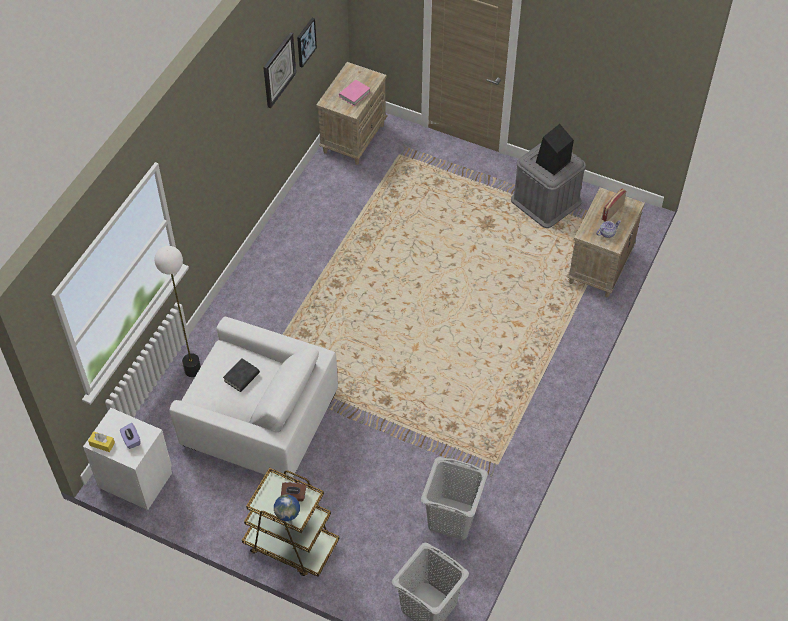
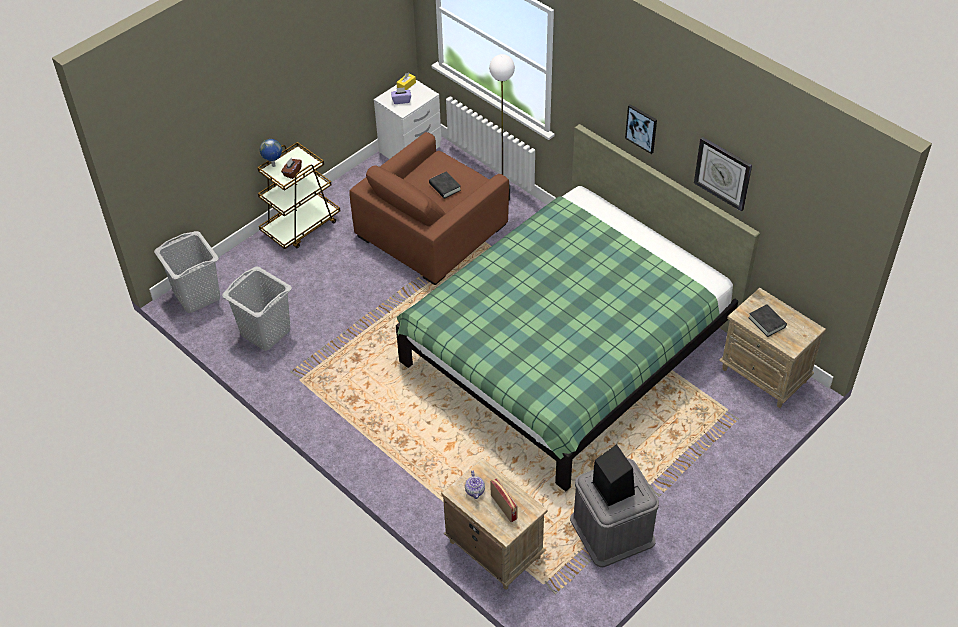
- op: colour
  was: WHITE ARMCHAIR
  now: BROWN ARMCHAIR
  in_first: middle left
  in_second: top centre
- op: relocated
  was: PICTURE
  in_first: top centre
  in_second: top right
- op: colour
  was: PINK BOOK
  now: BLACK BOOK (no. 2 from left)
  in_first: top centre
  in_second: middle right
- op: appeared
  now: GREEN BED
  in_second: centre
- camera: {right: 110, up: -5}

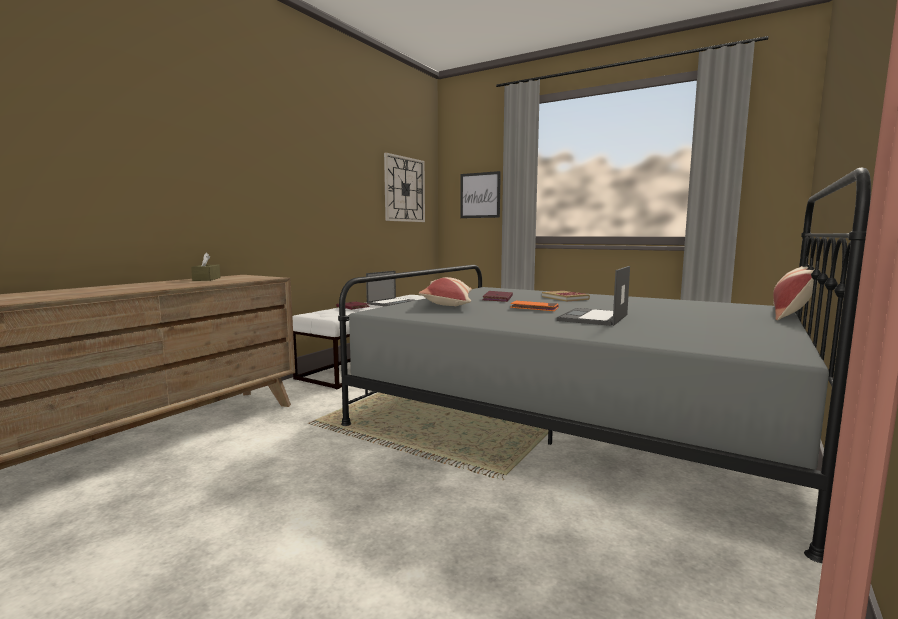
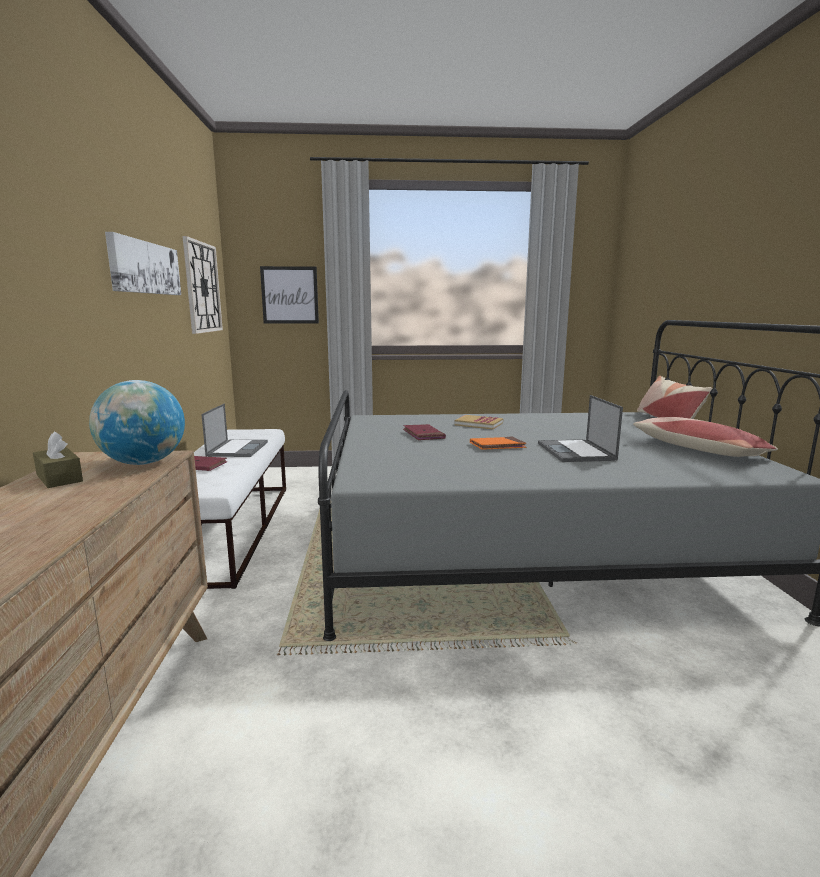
- op: relocated
  was: PILLOW (no. 1 from left in the first image)
  now: PILLOW (no. 2 from left)
  in_first: centre
  in_second: middle right
- op: appeared
  now: GLOBE
  in_second: middle left
- op: appeared
  now: PICTURE (no. 1 from left)
  in_second: top left
- camera: {right: -35, up: 5}

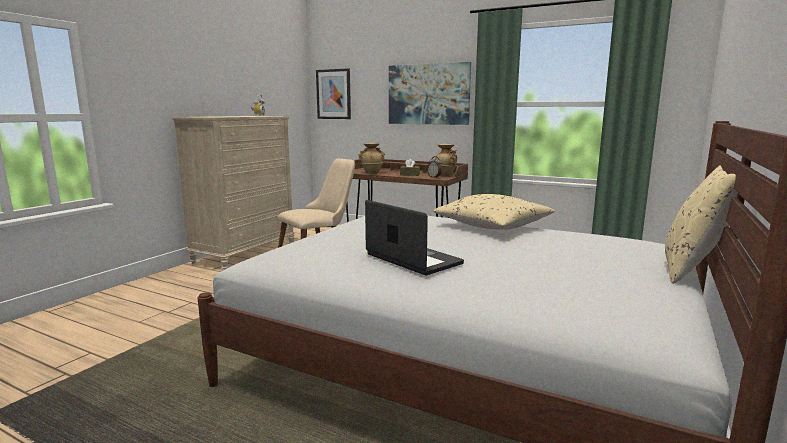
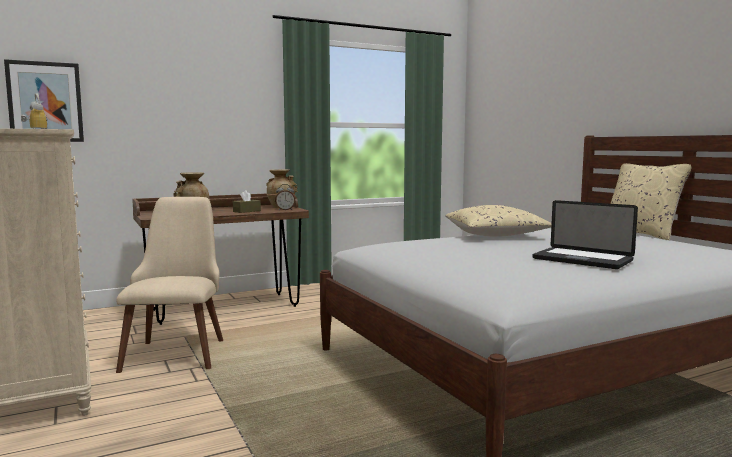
- op: spun
  was: LAPTOP
  in_first: centre
  in_second: middle right
  clockwise: -135
- op: missing
  was: PICTURE (no. 2 from left)
  in_first: top centre
- camera: {right: -55, up: -5}

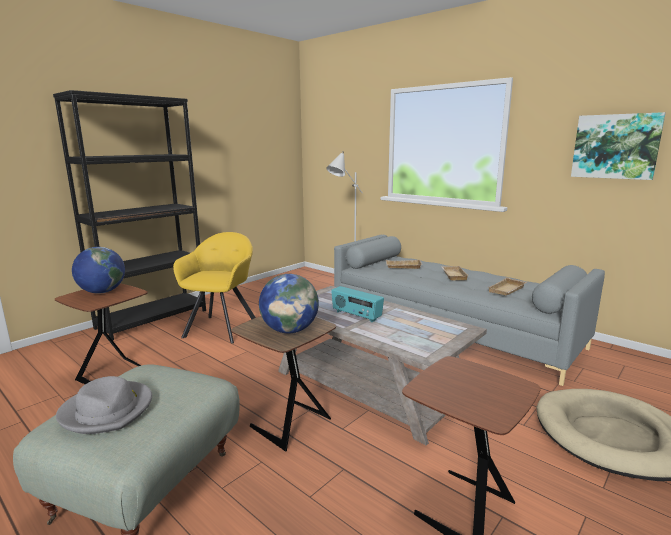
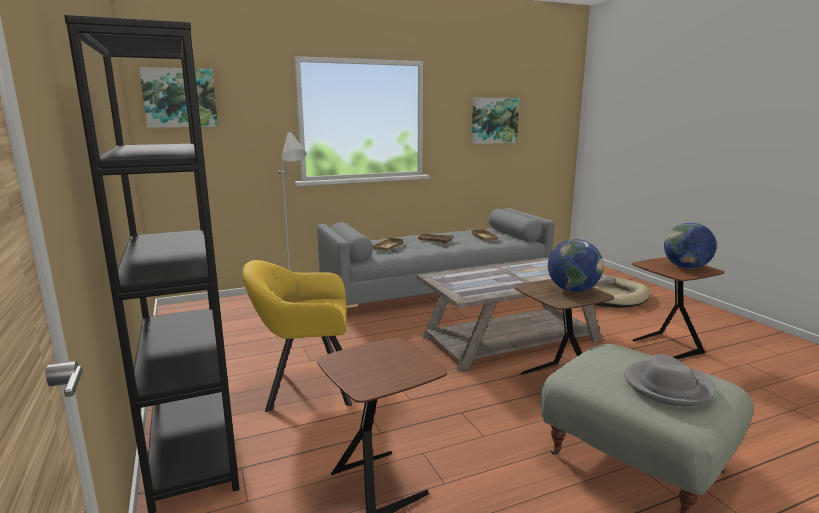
- op: relocated
  was: GLOBE (no. 1 from left in the first image)
  now: GLOBE (no. 2 from left)
  in_first: middle left
  in_second: middle right
- op: spun
  was: YELLOW ARMCHAIR
  in_first: middle left
  in_second: centre
  clockwise: -45
- op: missing
  was: RADIO
  in_first: centre
- op: appeared
  now: PICTURE (no. 1 from left)
  in_second: top left
- camera: {right: -65, up: 0}

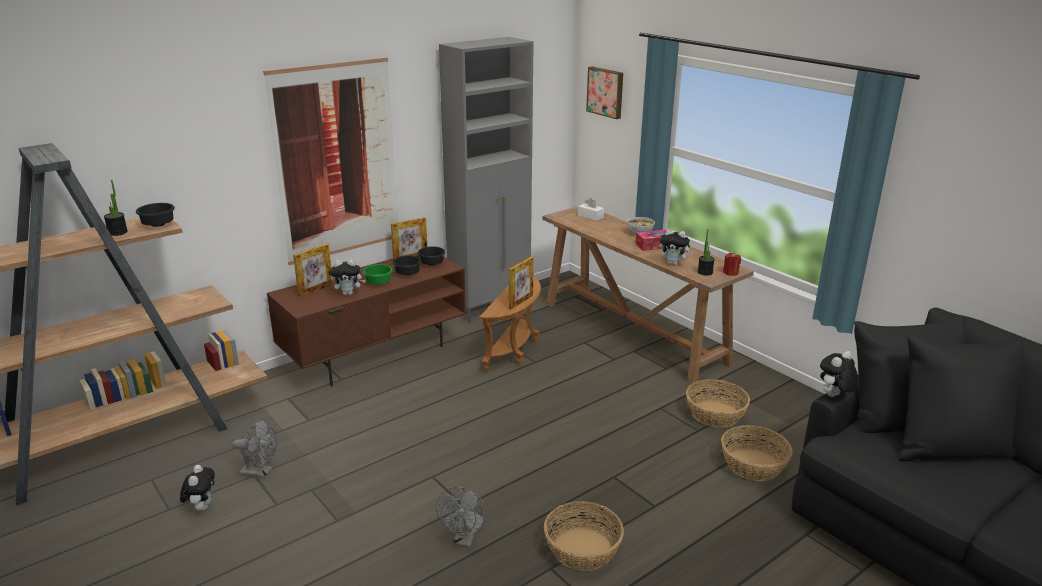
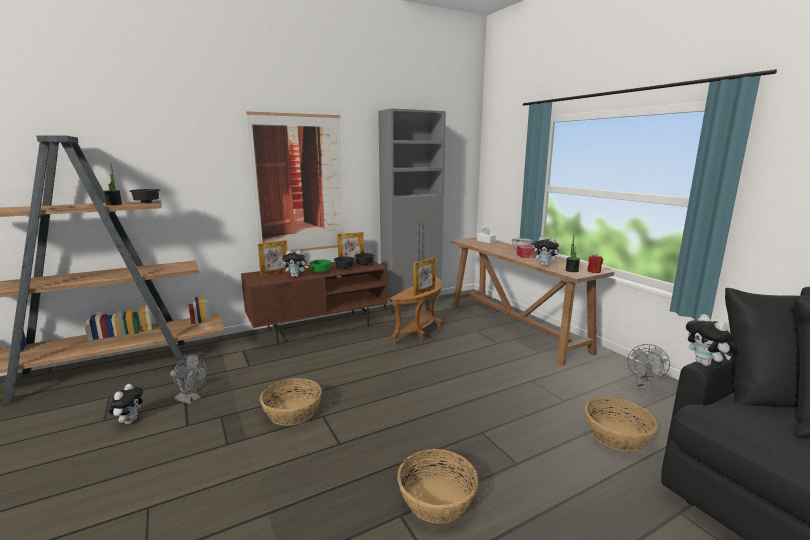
- op: relocated
  was: GREY FAN (no. 2 from left)
  in_first: bottom centre
  in_second: bottom right
- op: missing
  was: PICTURE (no. 2 from left)
  in_first: top centre
- op: relocated
  was: BASKET (no. 2 from left in the first image)
  now: BASKET (no. 1 from left)
  in_first: bottom right
  in_second: bottom centre
- op: spun
  was: PLUSH TOY (no. 4 from left)
  in_first: middle right
  in_second: middle right
  clockwise: -75
- camera: {right: 10, up: -10}

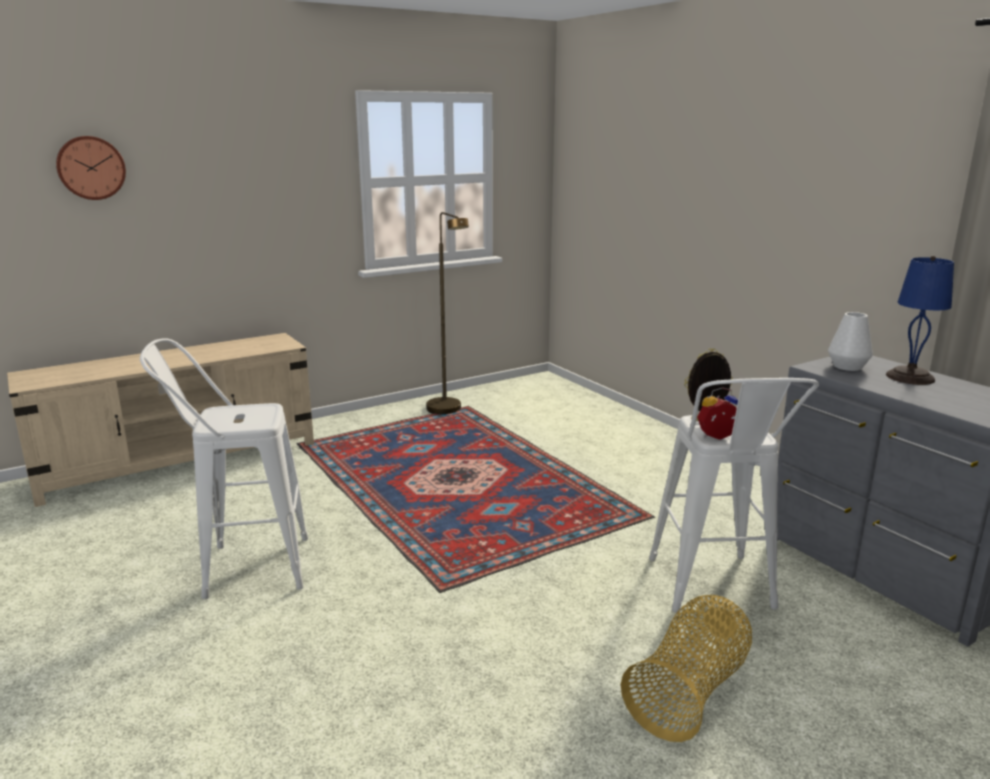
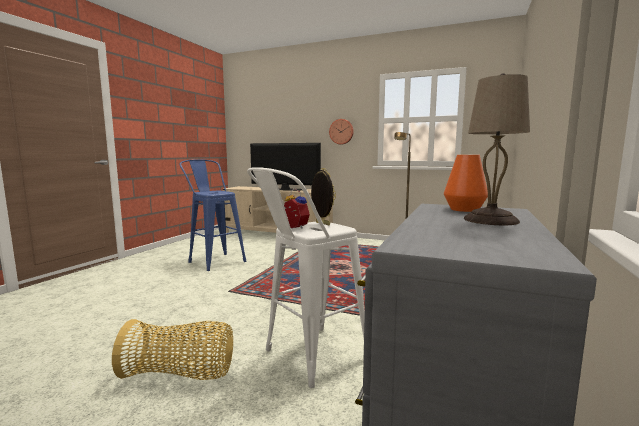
- op: relocated
  was: WALL CLOCK
  in_first: top left
  in_second: top centre
- op: colour
  was: WHITE STOOL (no. 1 from left)
  now: BLUE STOOL
  in_first: middle left
  in_second: middle left
- op: colour
  was: WHITE VASE
  now: ORANGE VASE
  in_first: middle right
  in_second: middle right
- op: colour
  was: BLUE TABLE LAMP
  now: BEIGE TABLE LAMP
  in_first: middle right
  in_second: middle right
- op: appeared
  now: TELEVISION
  in_second: centre
- camera: {right: 55, up: -10}

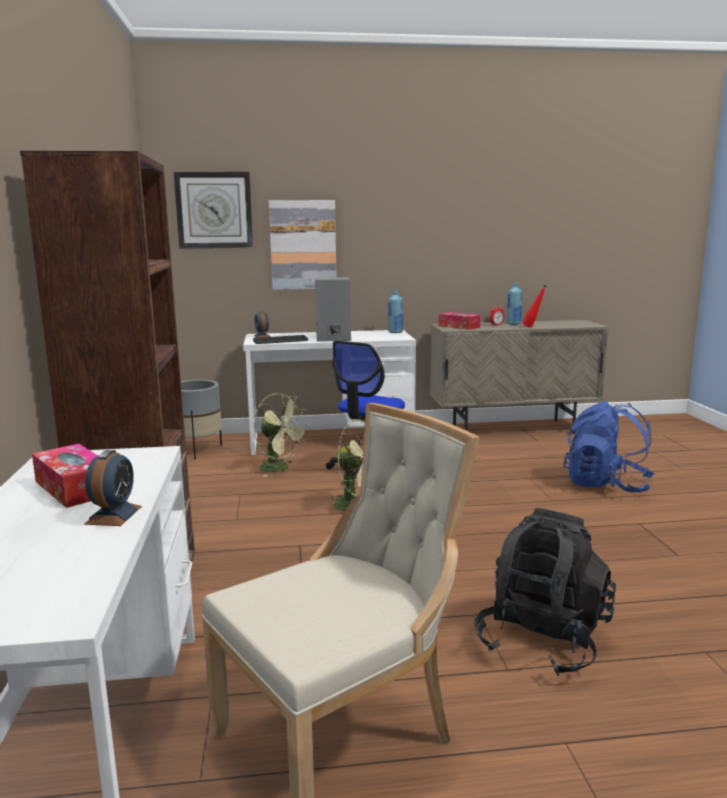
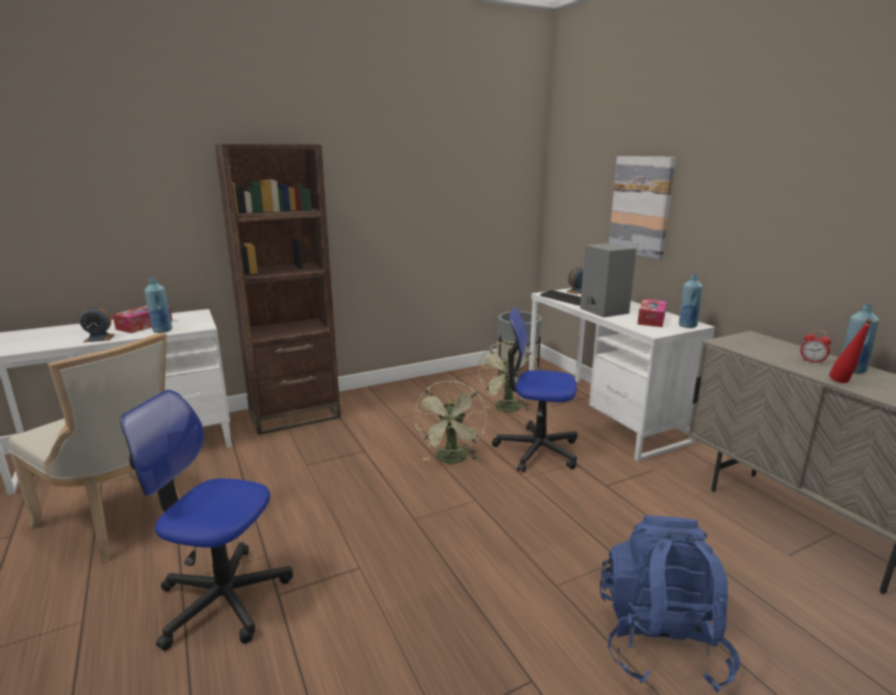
- op: missing
  was: WALL CLOCK
  in_first: top left
- op: relocated
  was: TISSUE BOX (no. 2 from left)
  in_first: centre
  in_second: middle right
- op: exchanged
  was: BLACK BACKPACK
  now: OFFICE CHAIR (no. 1 from left)
  in_first: bottom right
  in_second: bottom left
- op: appeared
  now: BLUE BOTTLE (no. 1 from left)
  in_second: middle left
- camera: {right: 70, up: 5}

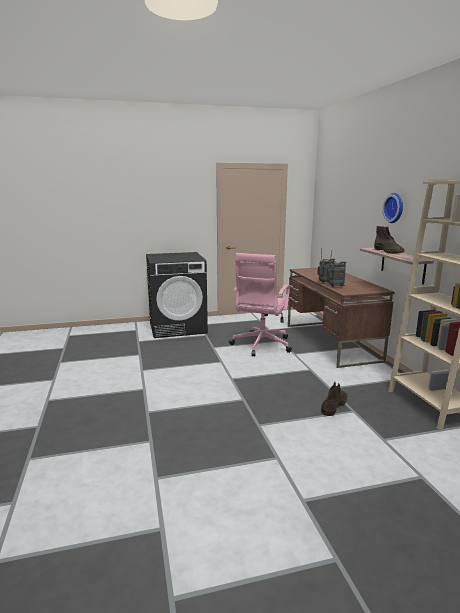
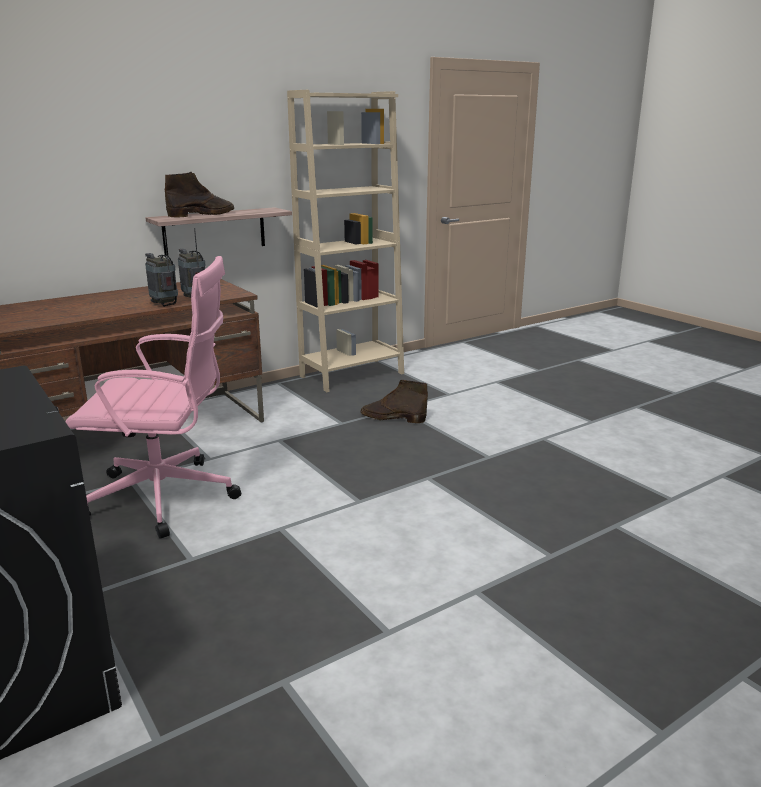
- op: missing
  was: WALL CLOCK
  in_first: middle right
- camera: {right: -110, up: 5}

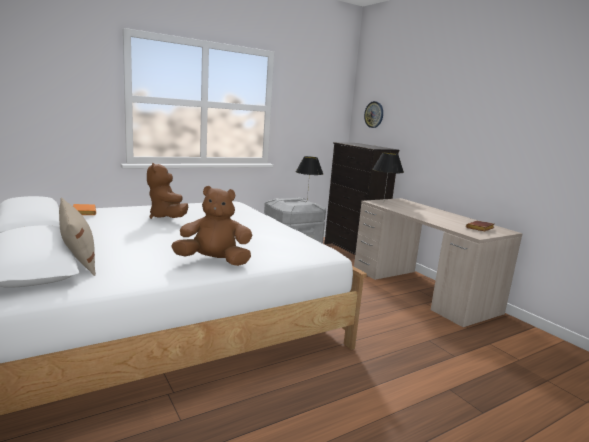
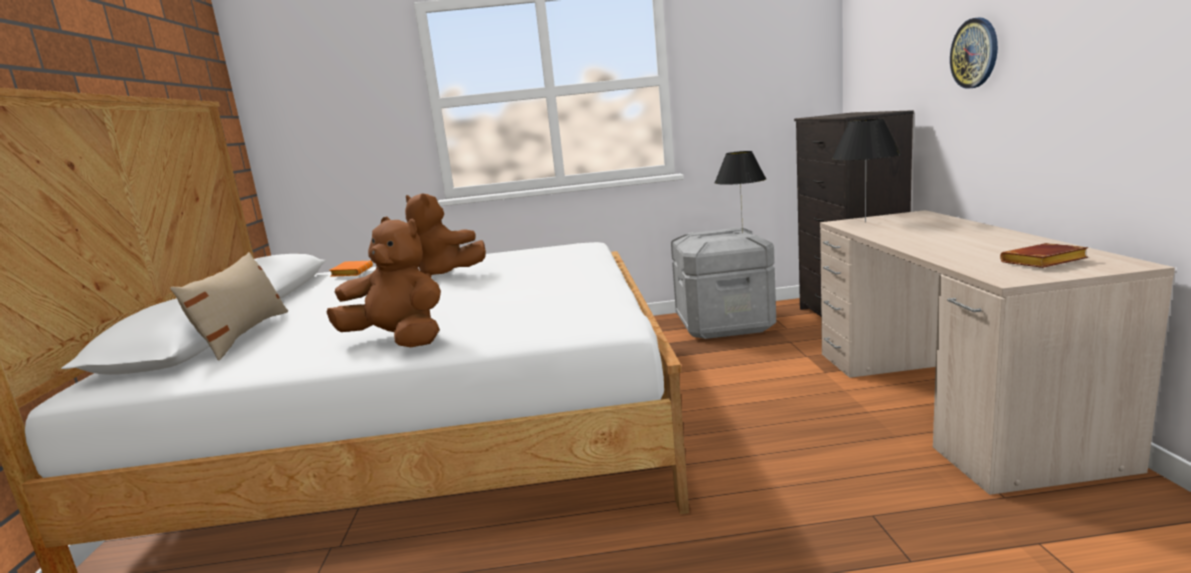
- op: spun
  was: BROWN PLUSH TOY (no. 1 from left in the first image)
  in_first: middle left
  in_second: centre
  clockwise: -60
- op: relocated
  was: WALL CLOCK
  in_first: top centre
  in_second: top right
- camera: {right: 30, up: 0}

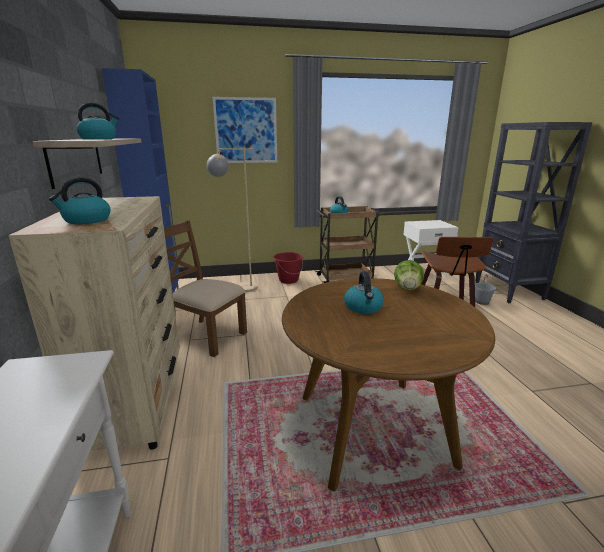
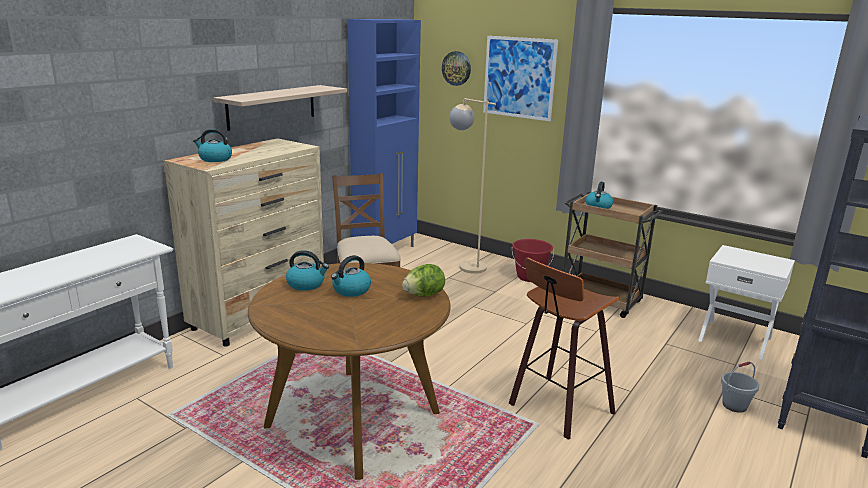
- op: relocated
  was: KETTLE (no. 2 from left)
  in_first: top left
  in_second: centre
- op: appeared
  now: WALL CLOCK
  in_second: top centre
- camera: {right: 45, up: 0}

